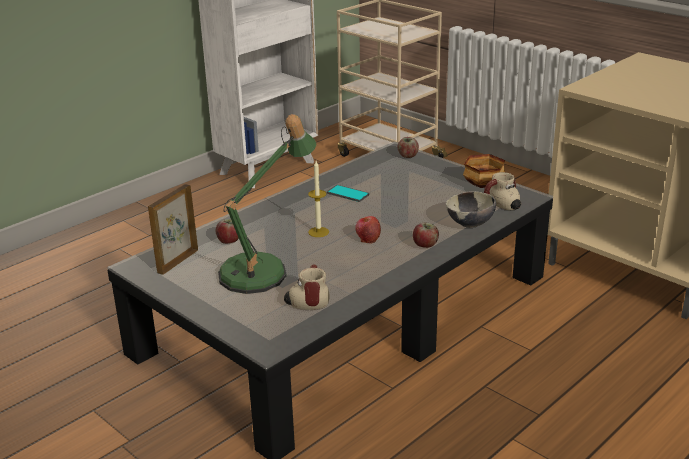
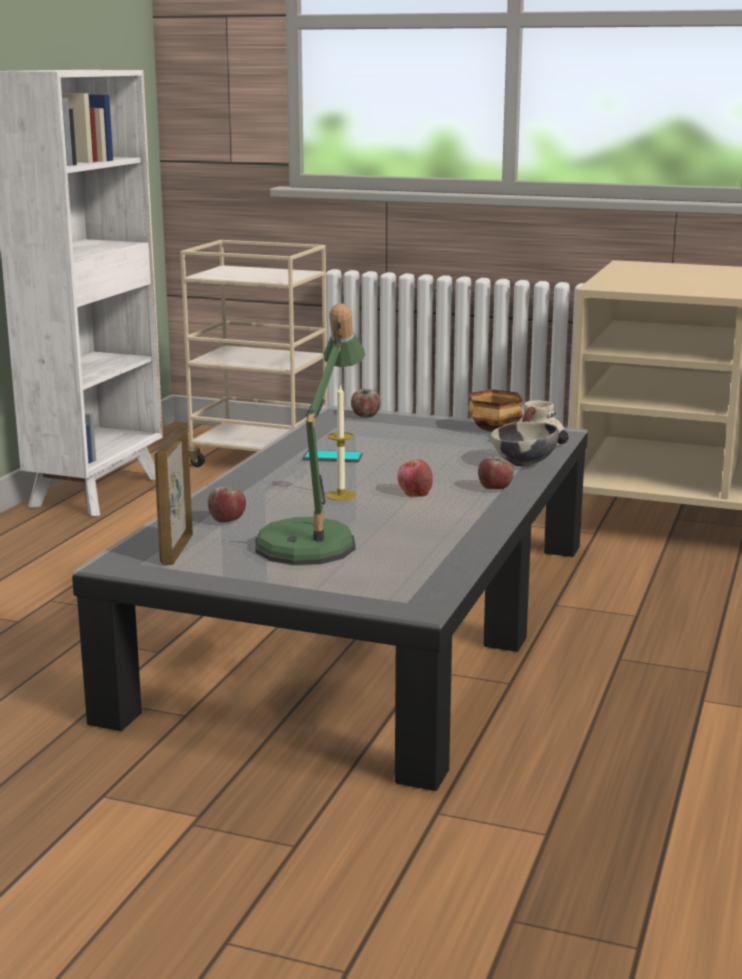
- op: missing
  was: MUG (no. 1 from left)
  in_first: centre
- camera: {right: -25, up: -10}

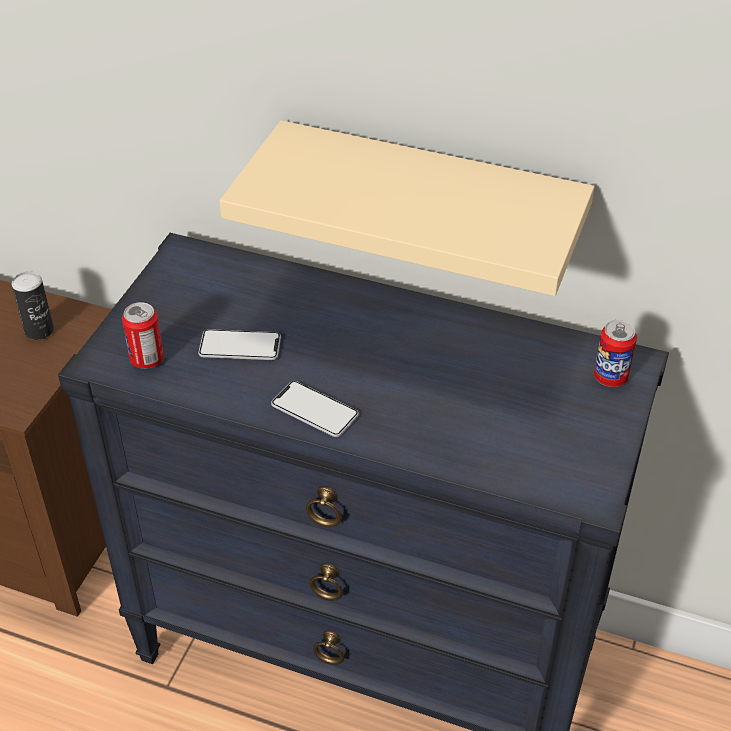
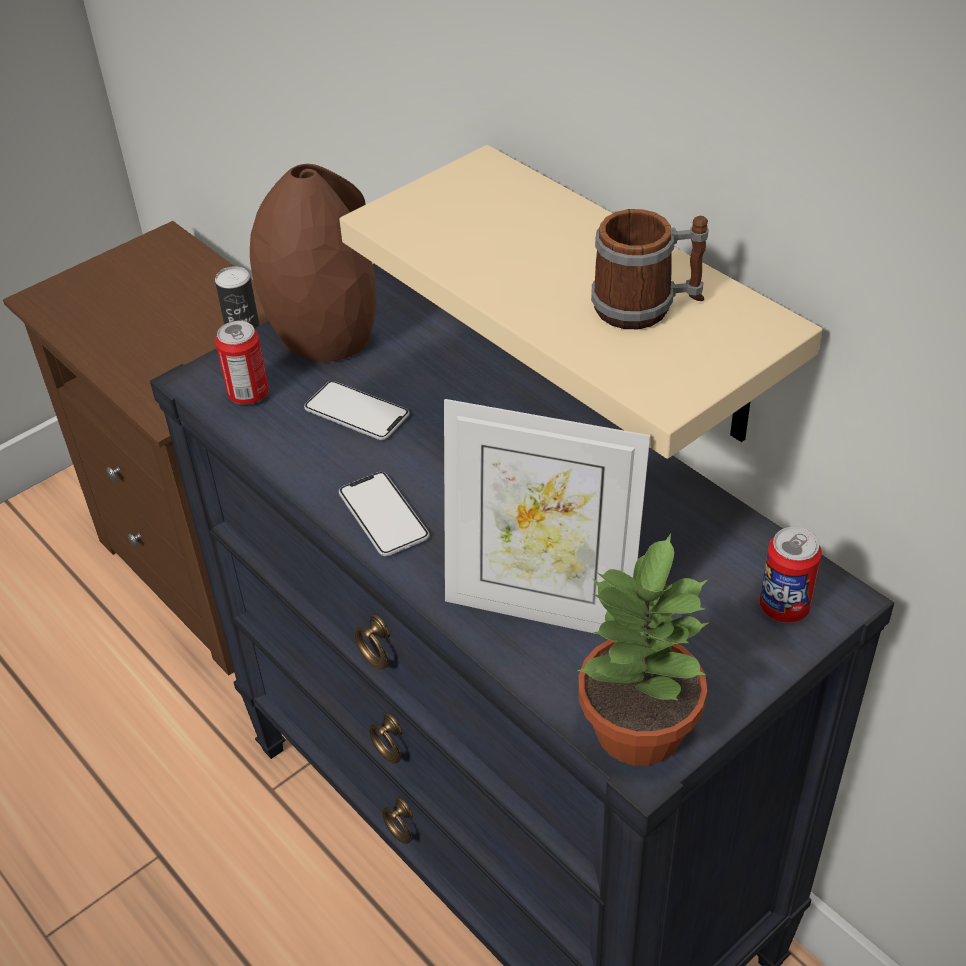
- op: appeared
  now: BROWN VASE
  in_second: top left
- op: appeared
  now: PICTURE FRAME
  in_second: centre
- op: appeared
  now: POTTED PLANT
  in_second: bottom centre
- op: appeared
  now: MUG
  in_second: top right
- camera: {right: 30, up: 0}

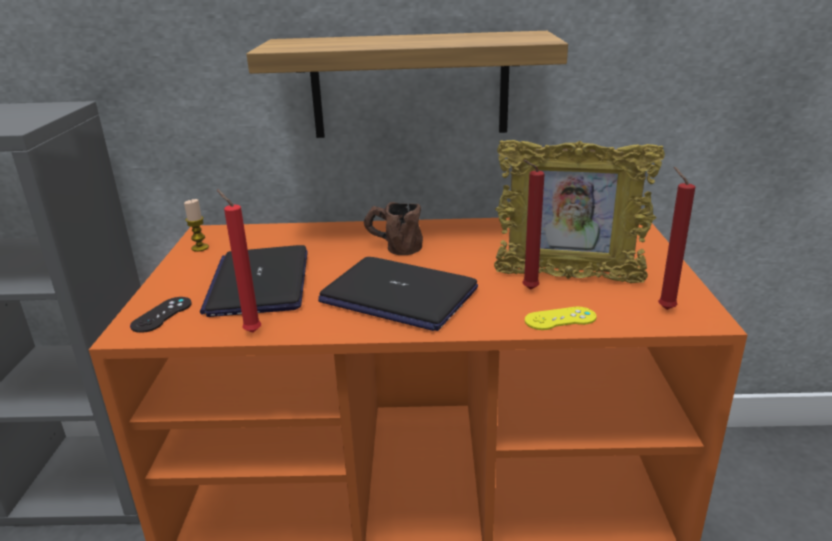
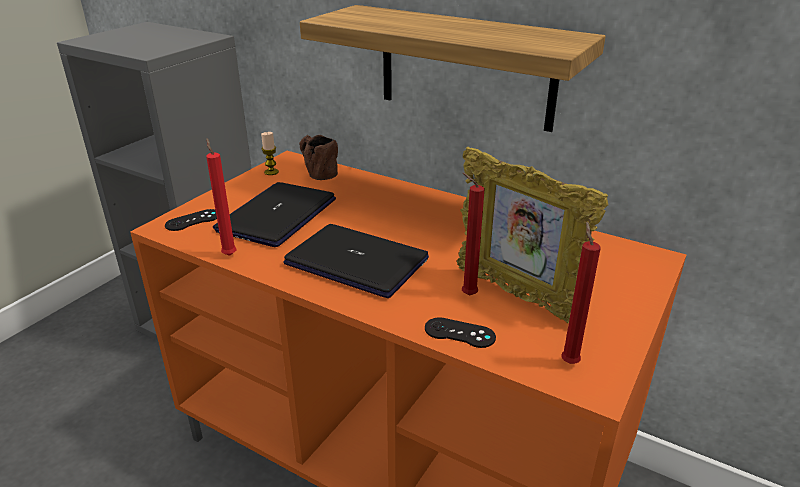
- op: spun
  was: LAPTOP (no. 2 from left)
  in_first: centre
  in_second: centre
  clockwise: 150
- op: relocated
  was: BROWN MUG
  in_first: centre
  in_second: top centre
- op: colour
  was: YELLOW GAME CONTROLLER
  now: BLACK GAME CONTROLLER (no. 2 from left)
  in_first: middle right
  in_second: bottom centre
- camera: {right: 30, up: 5}

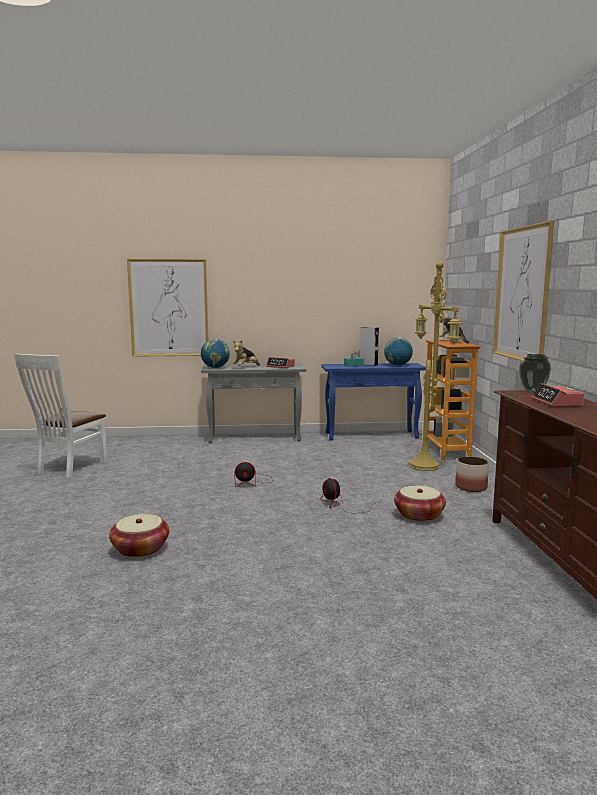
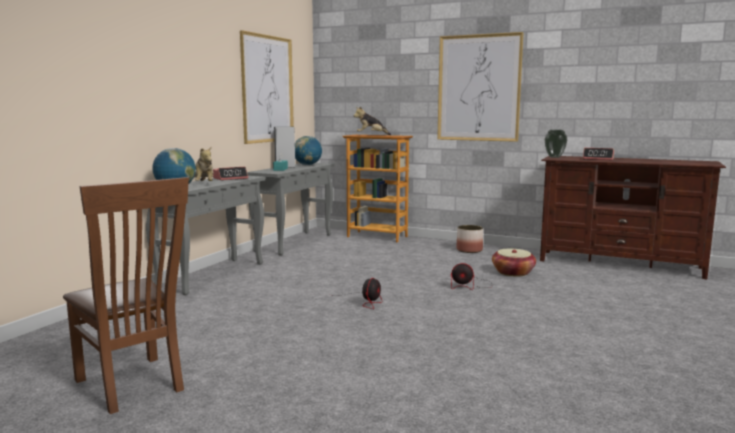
- op: colour
  was: WHITE CHAIR
  now: BROWN CHAIR
  in_first: middle left
  in_second: bottom left
- op: missing
  was: BASKET (no. 1 from left)
  in_first: bottom left
- op: relocated
  was: PICTURE (no. 1 from left)
  in_first: middle left
  in_second: top centre
- op: colour
  was: BLUE CONSOLE TABLE
  now: GREY CONSOLE TABLE (no. 2 from left)
  in_first: centre
  in_second: centre
- op: missing
  was: YELLOW FLOOR LAMP
  in_first: middle right
- camera: {right: -60, up: 0}

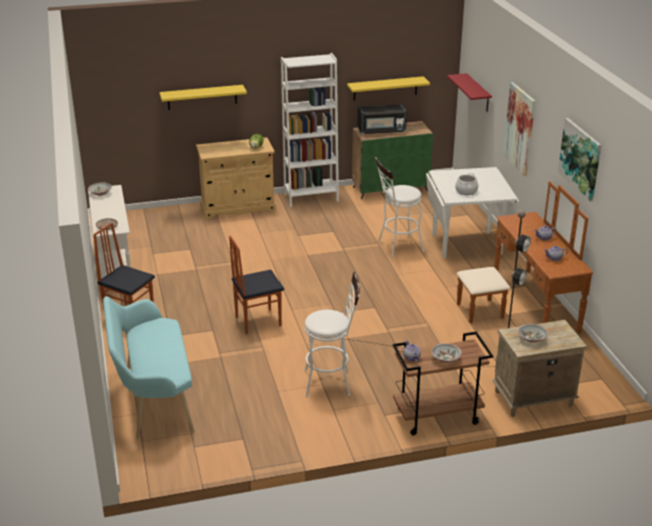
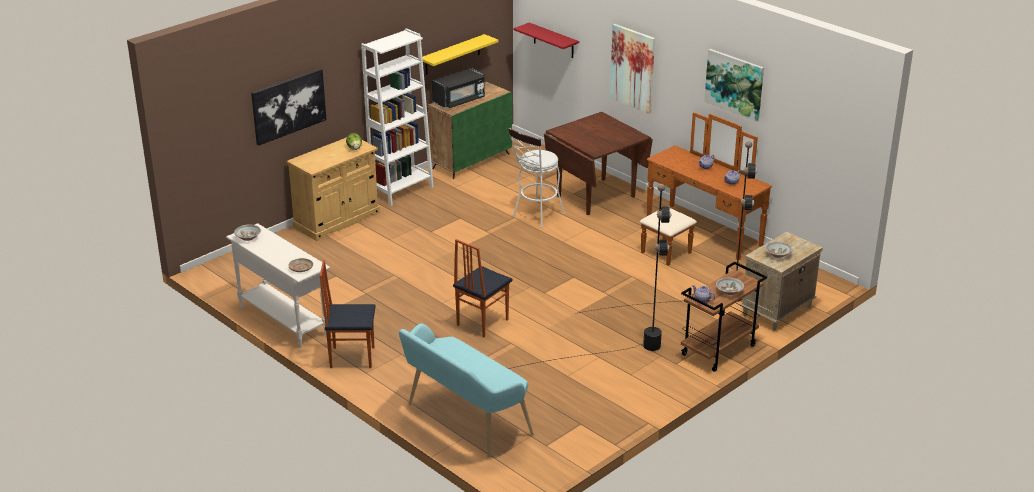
- op: exchanged
  was: YELLOW SHELF (no. 1 from left)
  now: PICTURE (no. 1 from left)
  in_first: top left
  in_second: top left
- op: exchanged
  was: WHITE STOOL (no. 1 from left)
  now: BLACK FLOOR LAMP (no. 1 from left)
  in_first: centre
  in_second: centre
- op: colour
  was: WHITE DINING TABLE
  now: BROWN DINING TABLE
  in_first: middle right
  in_second: top centre
- op: missing
  was: COOKING POT
  in_first: middle right
- camera: {right: -30, up: 0}

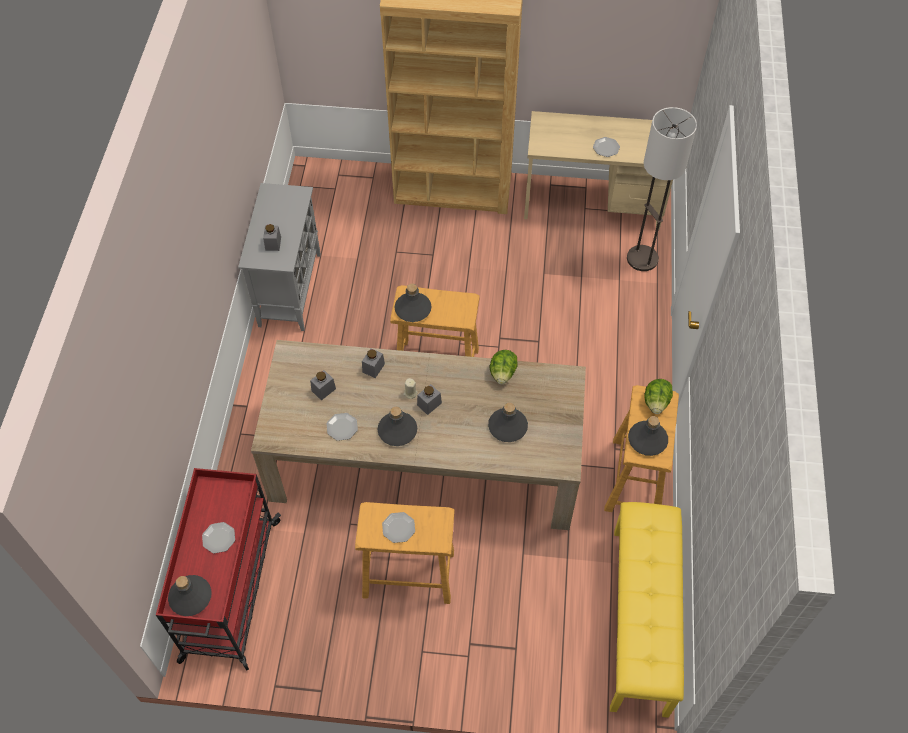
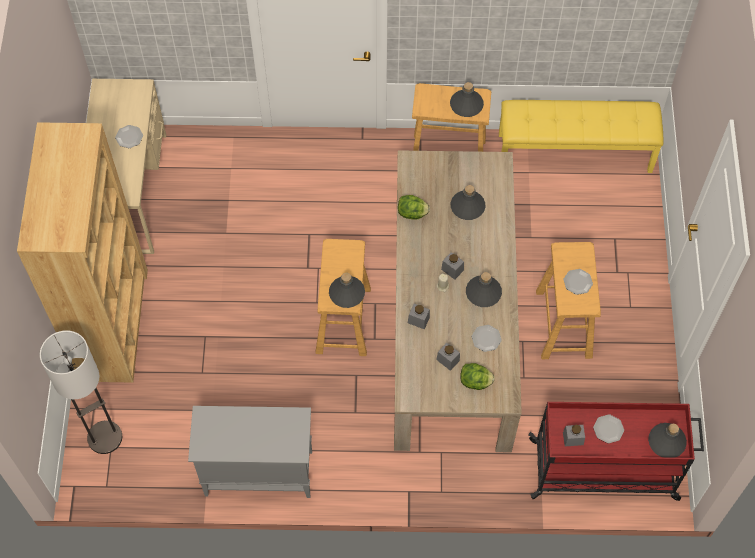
- op: relocated
  was: GREY JAR (no. 1 from left in the first image)
  now: GREY JAR (no. 4 from left)
  in_first: top left
  in_second: bottom right
- op: relocated
  was: FLOOR LAMP
  in_first: top right
  in_second: bottom left
- op: relocated
  was: LETTUCE (no. 2 from left)
  in_first: middle right
  in_second: bottom centre
- camera: {right: -95, up: 5}

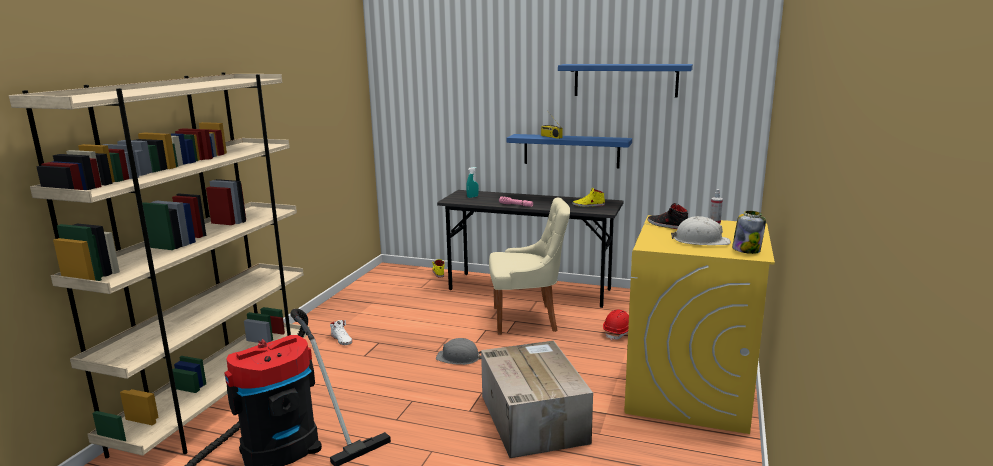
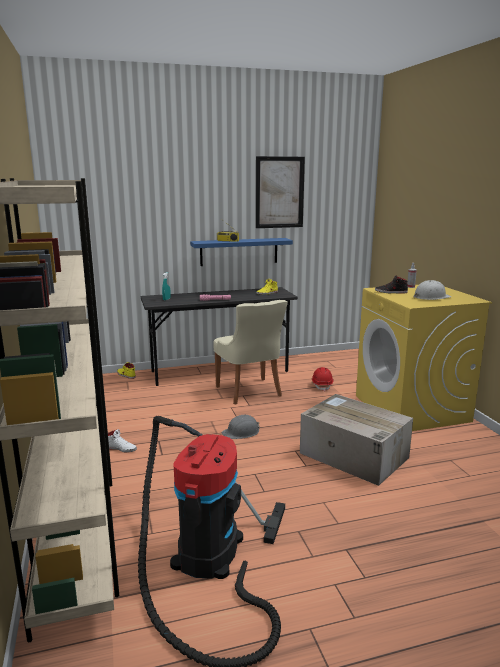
- op: spun
  was: BEIGE CHAIR
  in_first: centre
  in_second: centre
  clockwise: 105
- op: exchanged
  was: BLUE SHELF (no. 2 from left)
  now: PICTURE
  in_first: top centre
  in_second: top centre
- op: missing
  was: JAR
  in_first: middle right
- camera: {right: -35, up: 0}

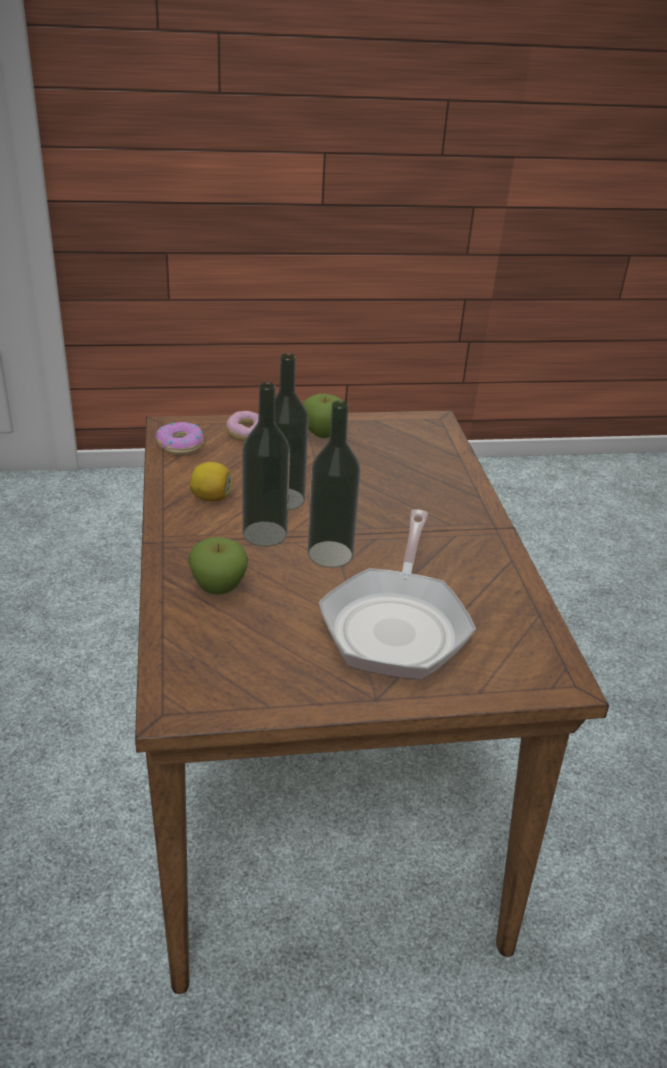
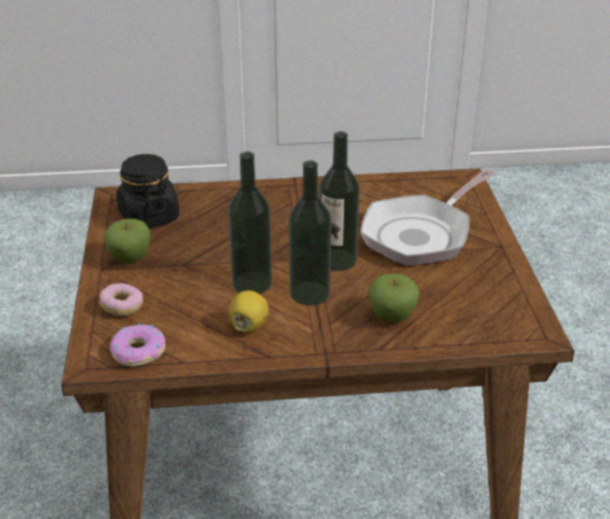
- op: spun
  was: FRYING PAN
  in_first: centre
  in_second: middle right
  clockwise: 120
- op: appeared
  now: BLACK JAR
  in_second: middle left
- camera: {right: -85, up: 0}

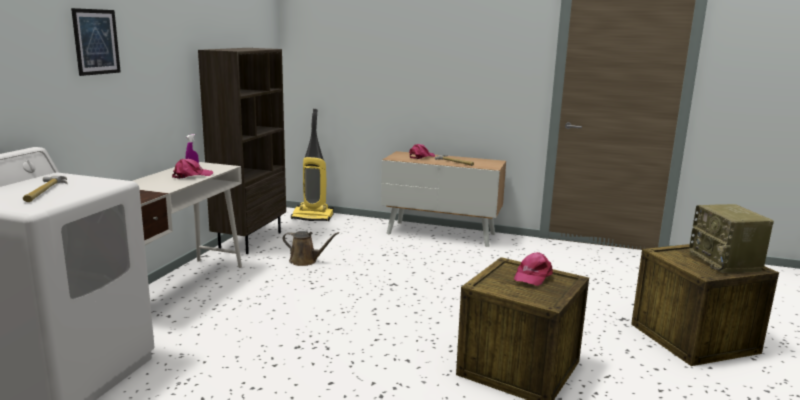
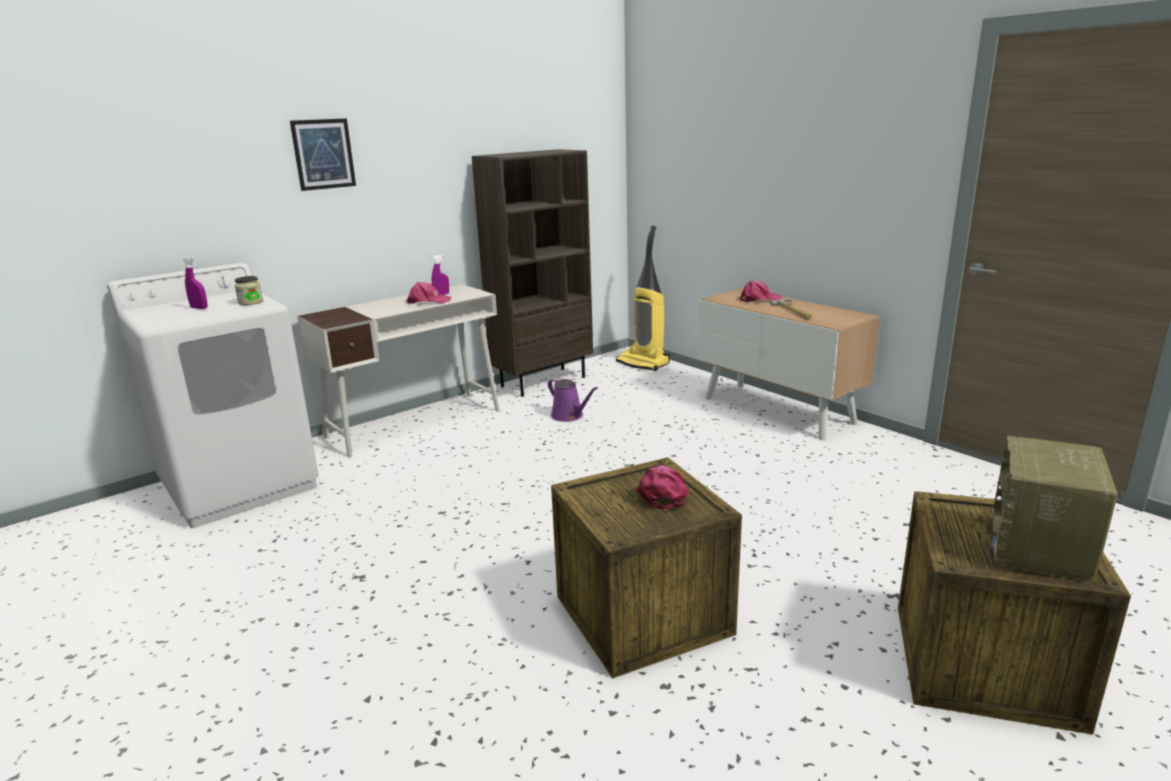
- op: exchanged
  was: HAMMER (no. 1 from left)
  now: PURPLE SPRAY BOTTLE (no. 1 from left)
  in_first: middle left
  in_second: middle left
- op: colour
  was: BROWN WATERING CAN
  now: PURPLE WATERING CAN
  in_first: centre
  in_second: centre
- op: spun
  was: PINK CAP (no. 3 from left in the first image)
  in_first: bottom centre
  in_second: centre
  clockwise: 120
- op: appeared
  now: JAR
  in_second: middle left
- camera: {right: 35, up: 5}

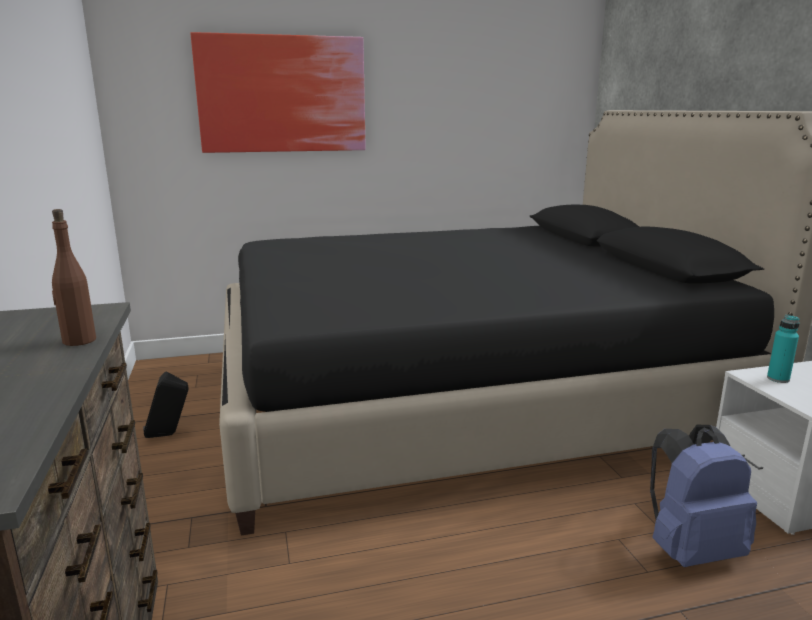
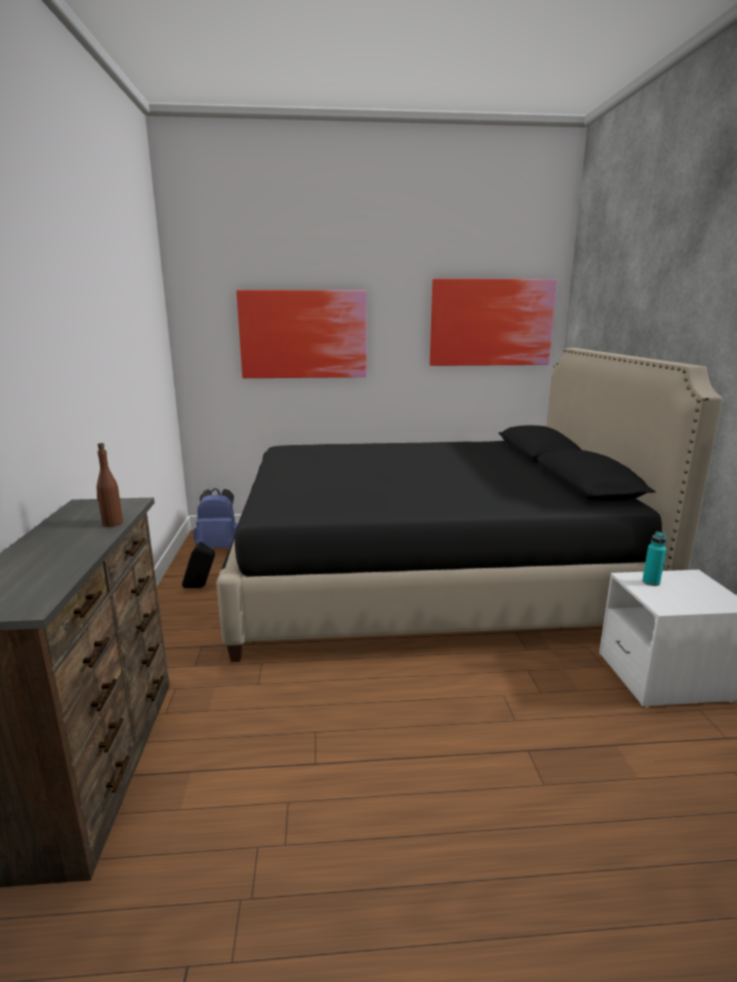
- op: relocated
  was: BLUE BACKPACK
  in_first: bottom right
  in_second: middle left
- op: appeared
  now: PICTURE (no. 2 from left)
  in_second: top right
- camera: {right: 10, up: 0}

